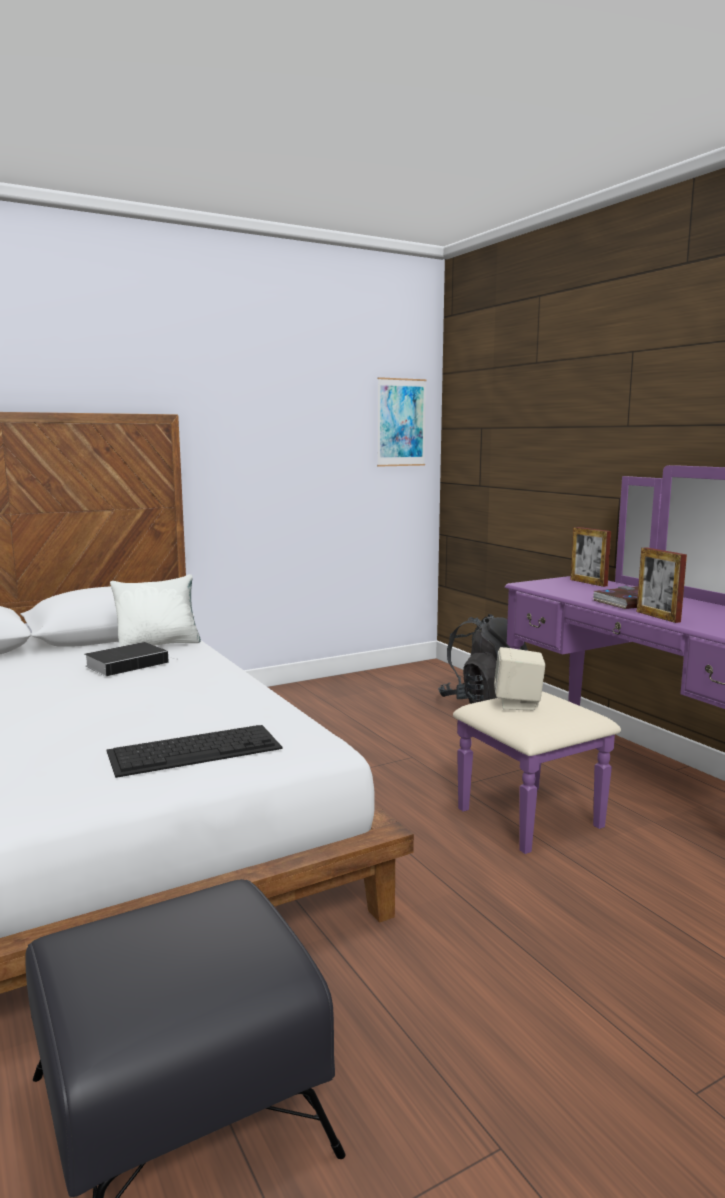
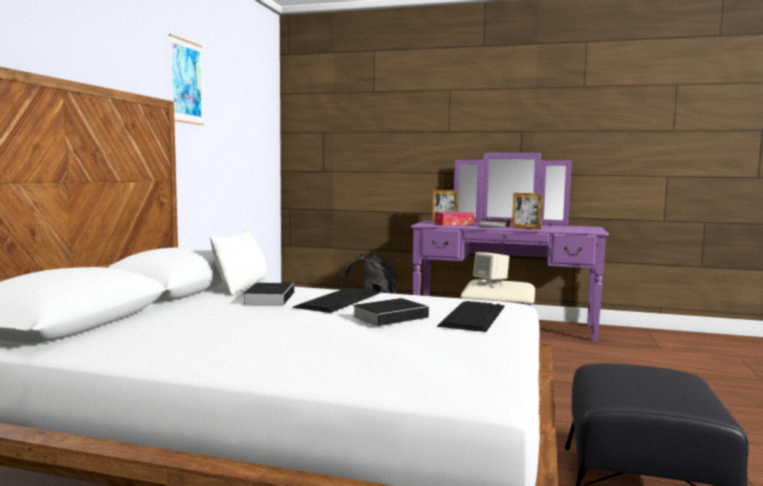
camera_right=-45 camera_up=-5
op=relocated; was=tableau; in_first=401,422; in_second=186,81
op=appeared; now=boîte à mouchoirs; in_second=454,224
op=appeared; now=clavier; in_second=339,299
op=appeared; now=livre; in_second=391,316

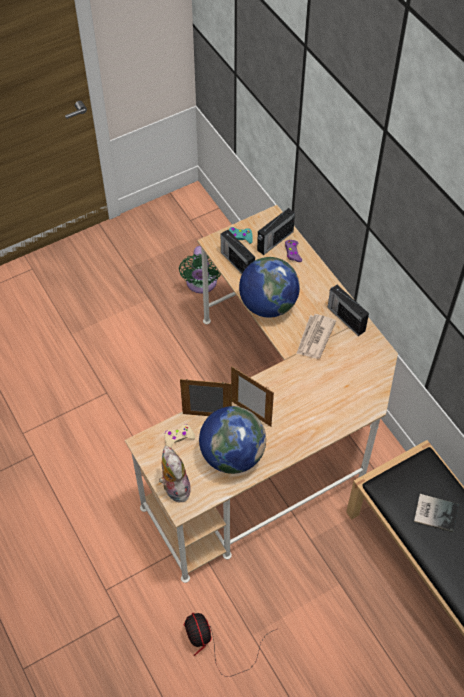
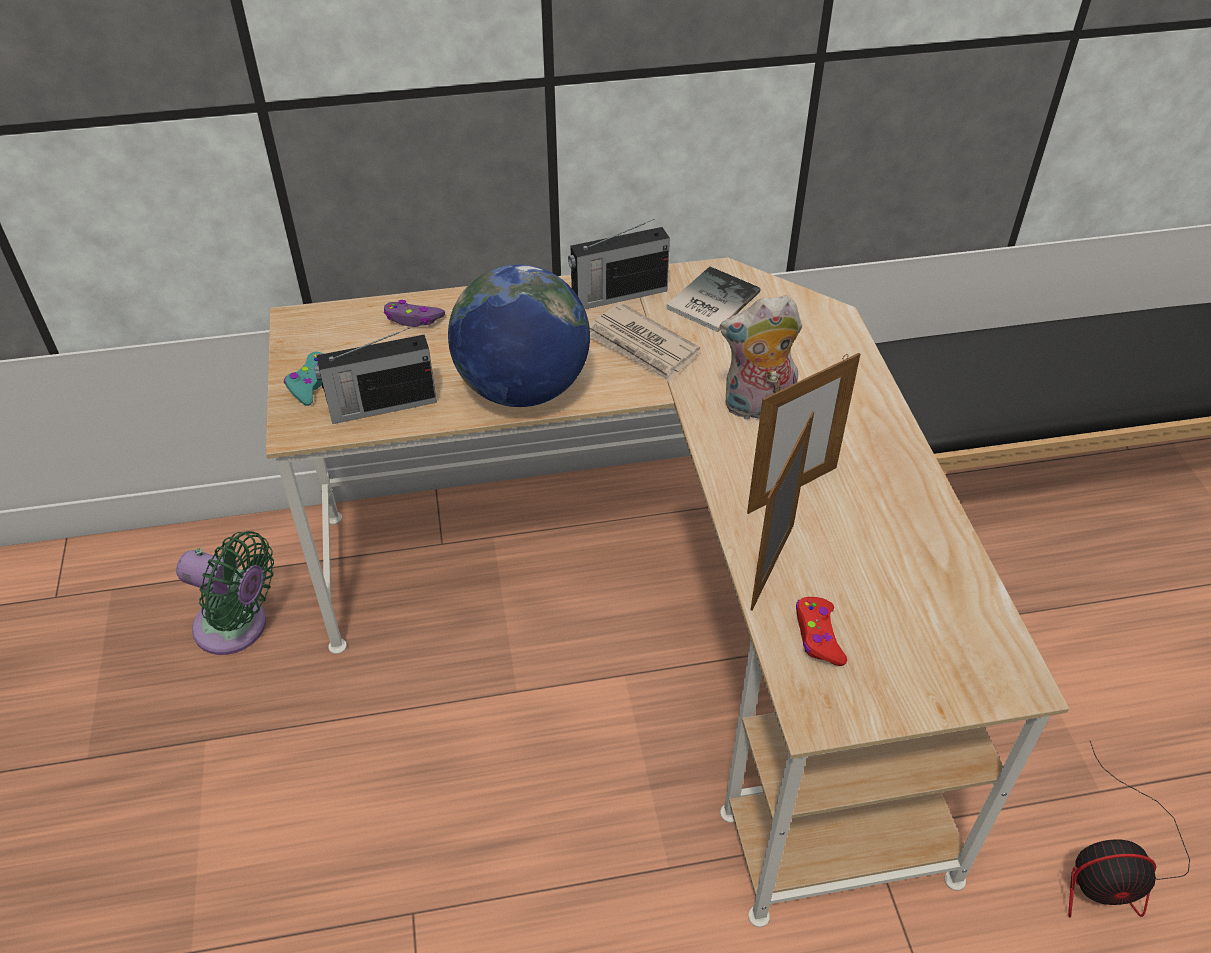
camera_right=-70 camera_up=-10
op=missing; was=radio; in_first=274,241
op=missing; was=globe; in_first=232,455
op=colour; was=manette/beige; now=manette/rouge; in_first=178,437; in_second=818,636
op=relocated; was=peluche; in_first=174,487; in_second=757,409
op=relocated; was=livre; in_first=434,511; in_second=709,300

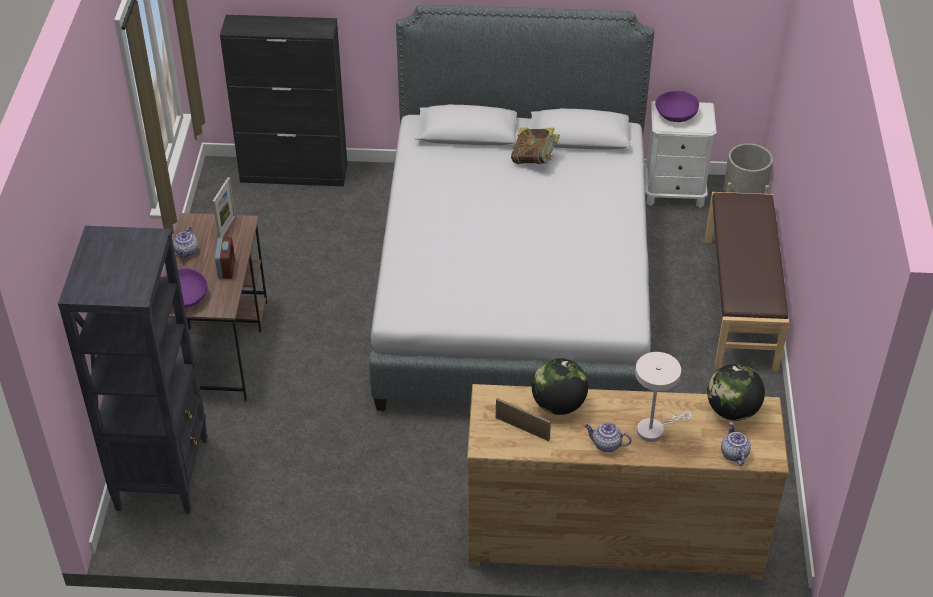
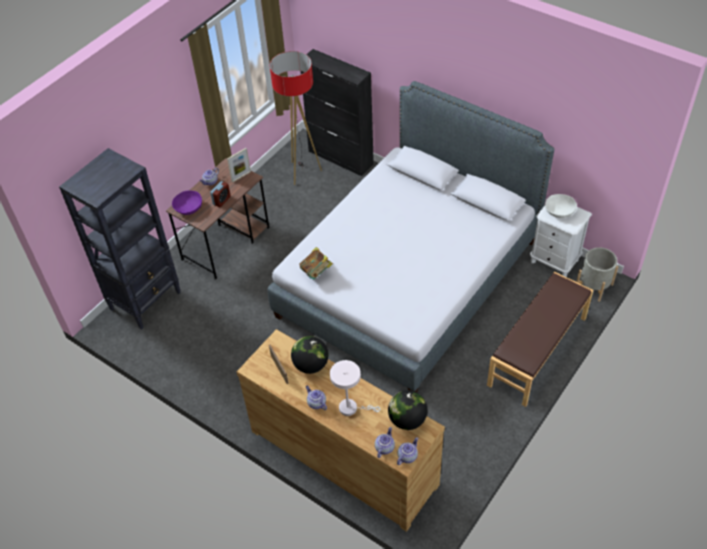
camera_right=35 camera_up=5
op=colour; was=bol/violet; now=bol/blanc; in_first=676,114; in_second=559,211
op=relocated; was=livre; in_first=534,160; in_second=316,272
op=appeared; now=lampadaire; in_second=302,172
op=appeared; now=théière; in_second=407,456

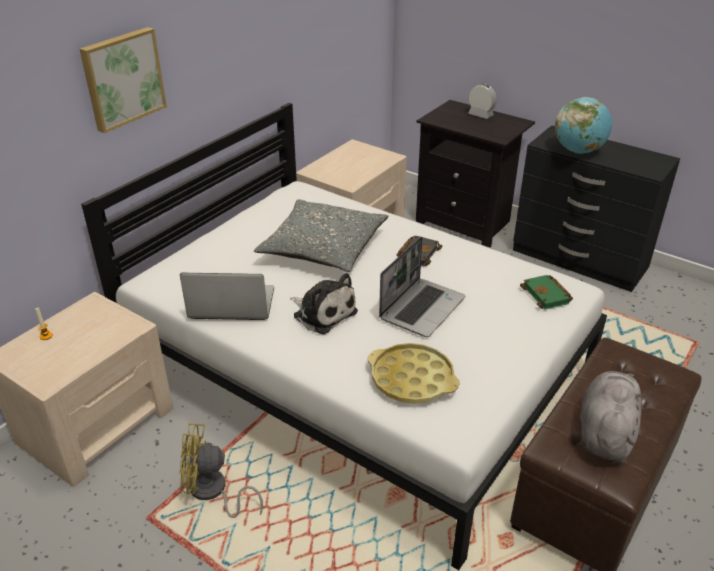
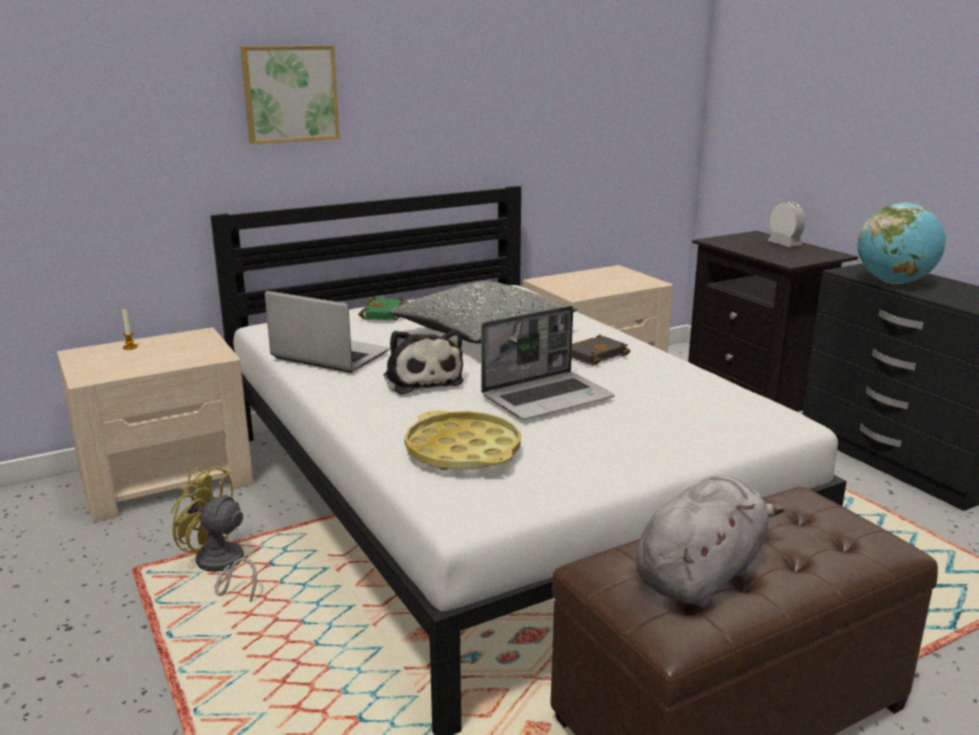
camera_right=25 camera_up=-15
op=relocated; was=livre/vert; in_first=547,295; in_second=386,314

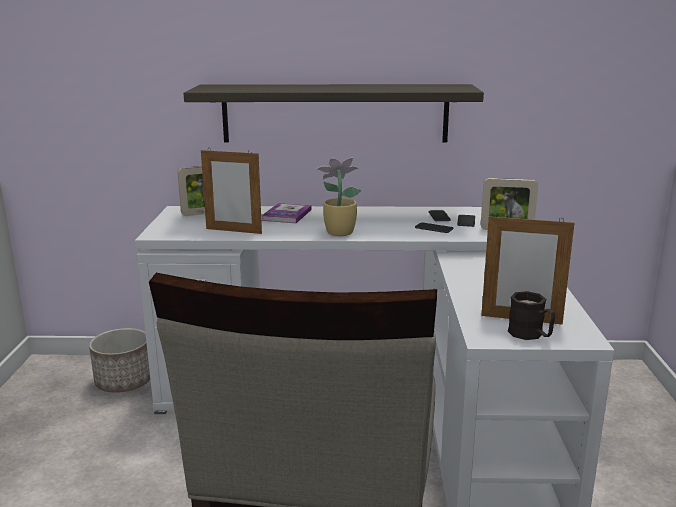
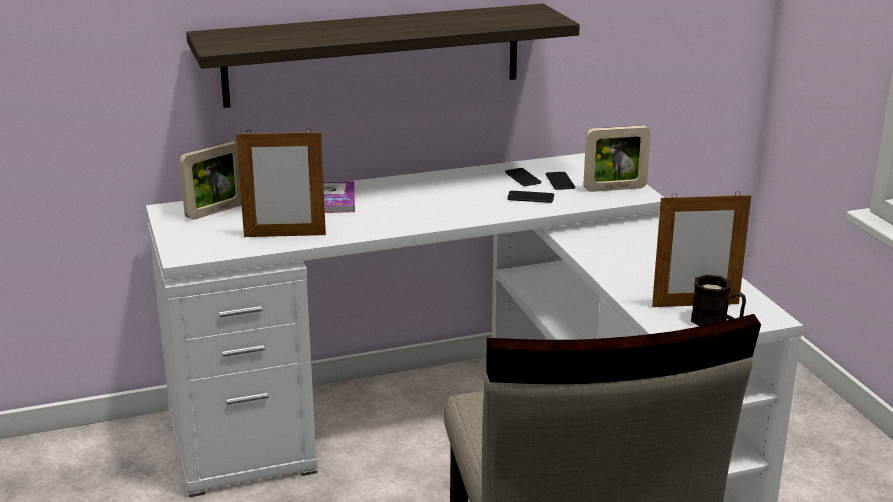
camera_right=-20 camera_up=5
op=missing; was=plante en pot; in_first=338,232
op=missing; was=cache-pot; in_first=124,381

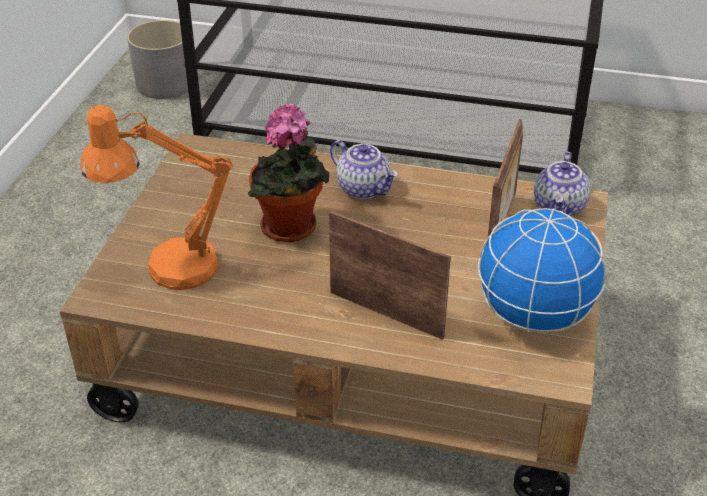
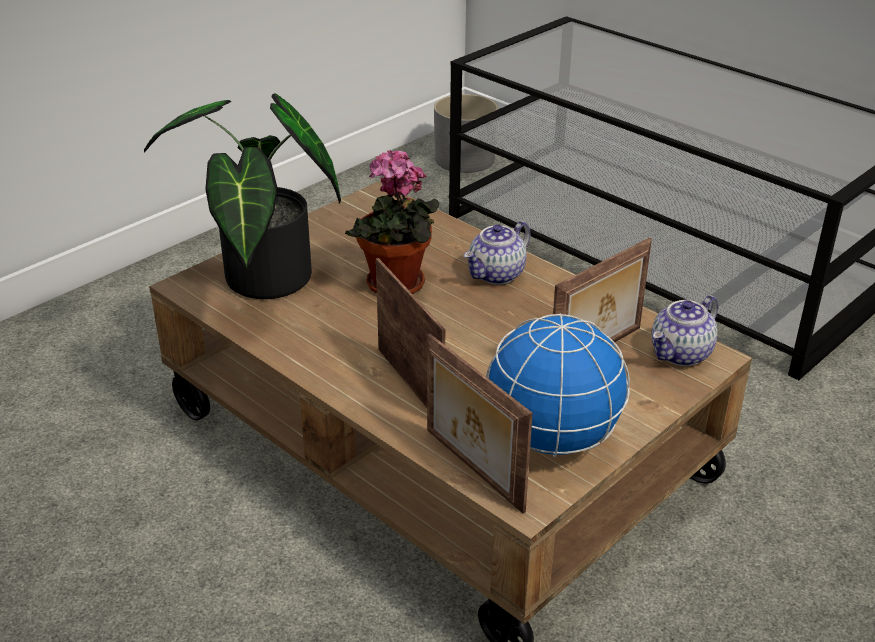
camera_right=30 camera_up=-5
op=exchanged; was=lampe de table/orange; now=plante en pot; in_first=167,268; in_second=261,283
op=spun; was=théière; in_first=364,188; in_second=497,275; clockwise=60
op=appeared; now=cadre photo; in_second=471,470

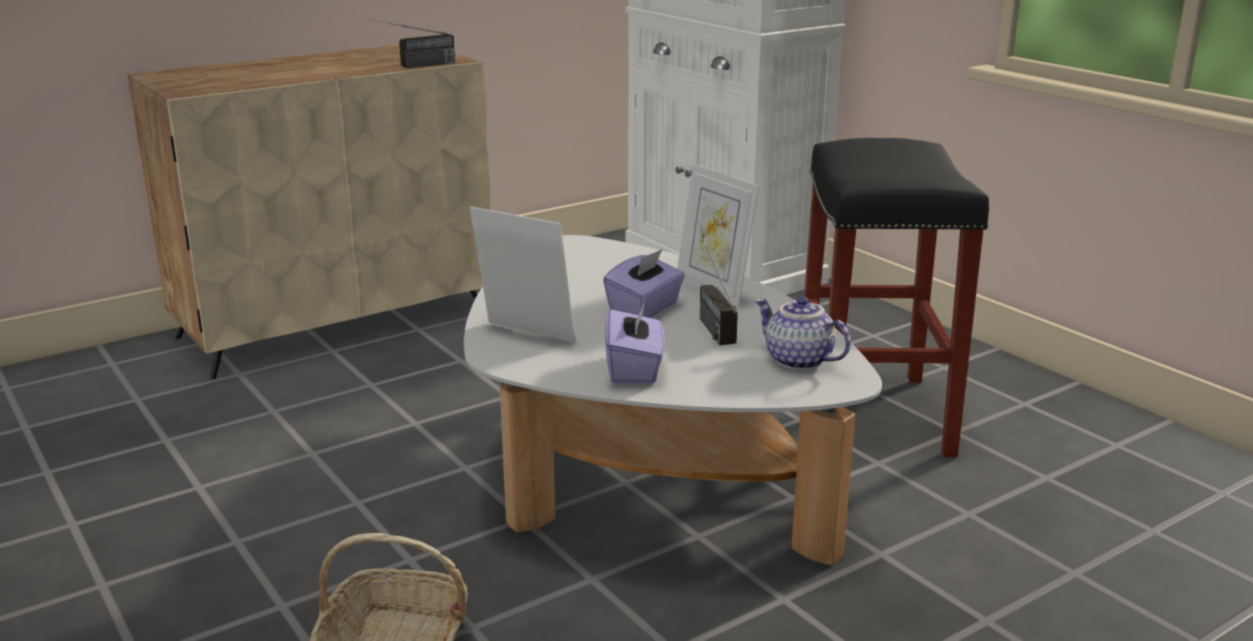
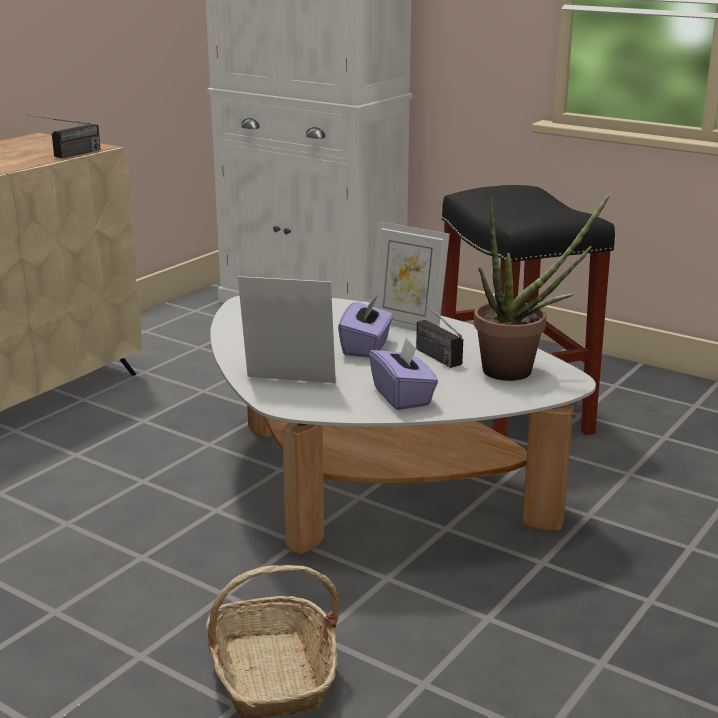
camera_right=-20 camera_up=0
op=exchanged; was=théière; now=plante en pot; in_first=797,361; in_second=519,371

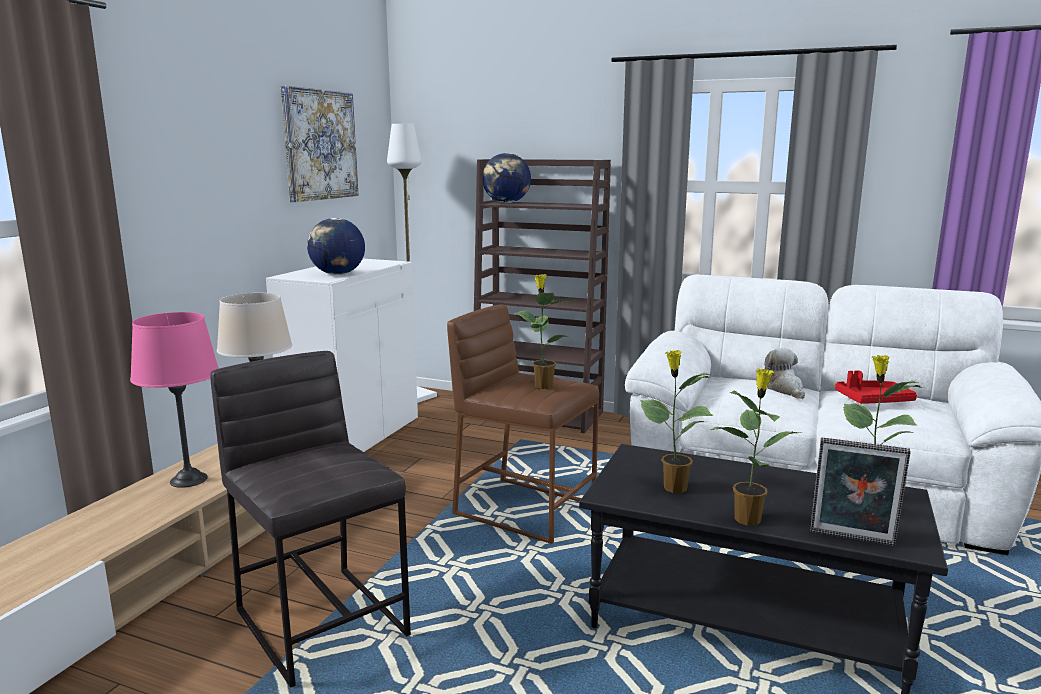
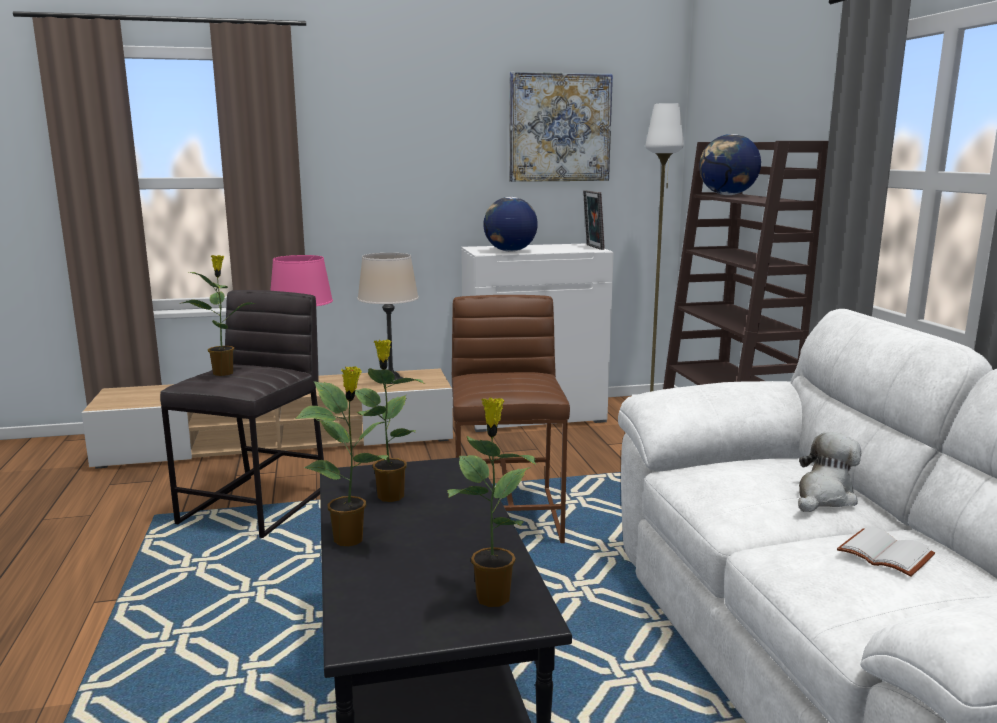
camera_right=55 camera_up=0
op=relocated; was=plante en pot; in_first=543,385; in_second=224,372
op=exchanged; was=plateau/rouge; now=livre/blanc; in_first=873,400; in_second=887,554
op=relocated; was=cadre photo; in_first=852,539; in_second=592,247

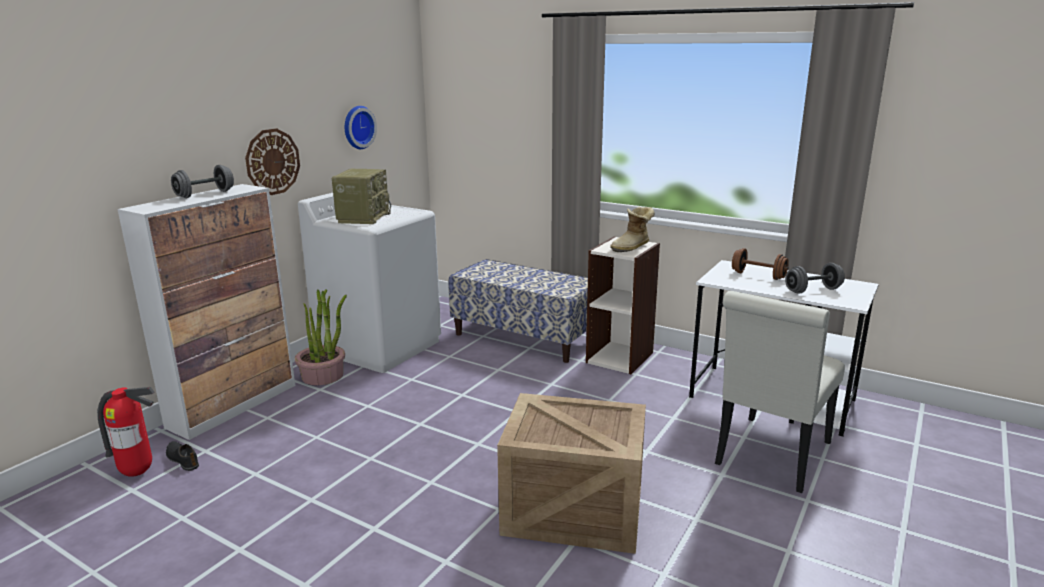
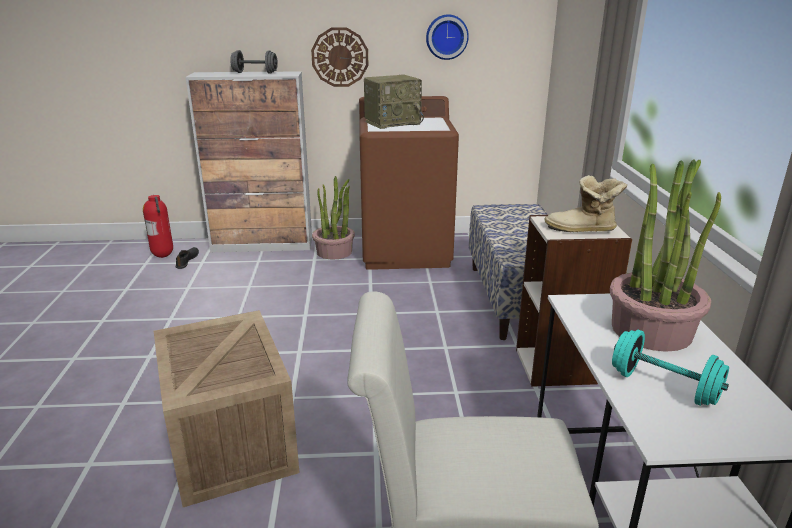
camera_right=55 camera_up=5
op=colour; was=lave-linge/blanc; now=lave-linge/marron; in_first=380,346; in_second=406,251
op=exchanged; was=haltère/marron; now=plante en pot; in_first=758,276; in_second=651,330
op=colour; was=haltère/gris; now=haltère/turquoise; in_first=812,290; in_second=663,387

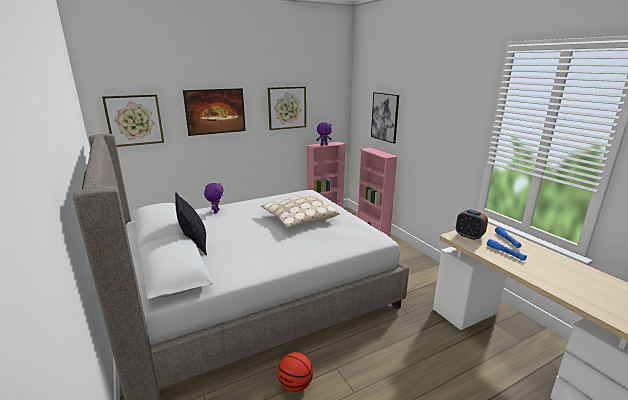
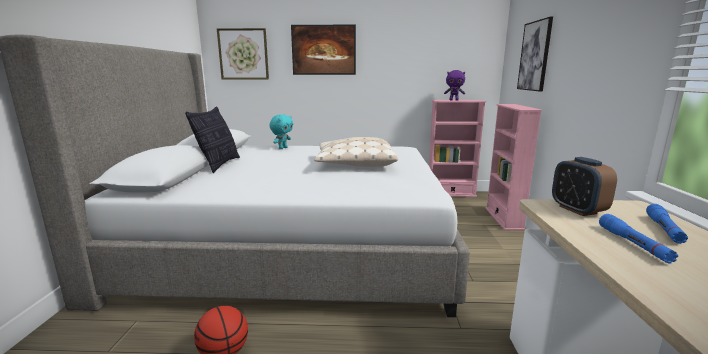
camera_right=30 camera_up=-5
op=missing; was=tableau; in_first=287,108
op=colour; was=peluche/violet; now=peluche/turquoise; in_first=216,211; in_second=282,148

